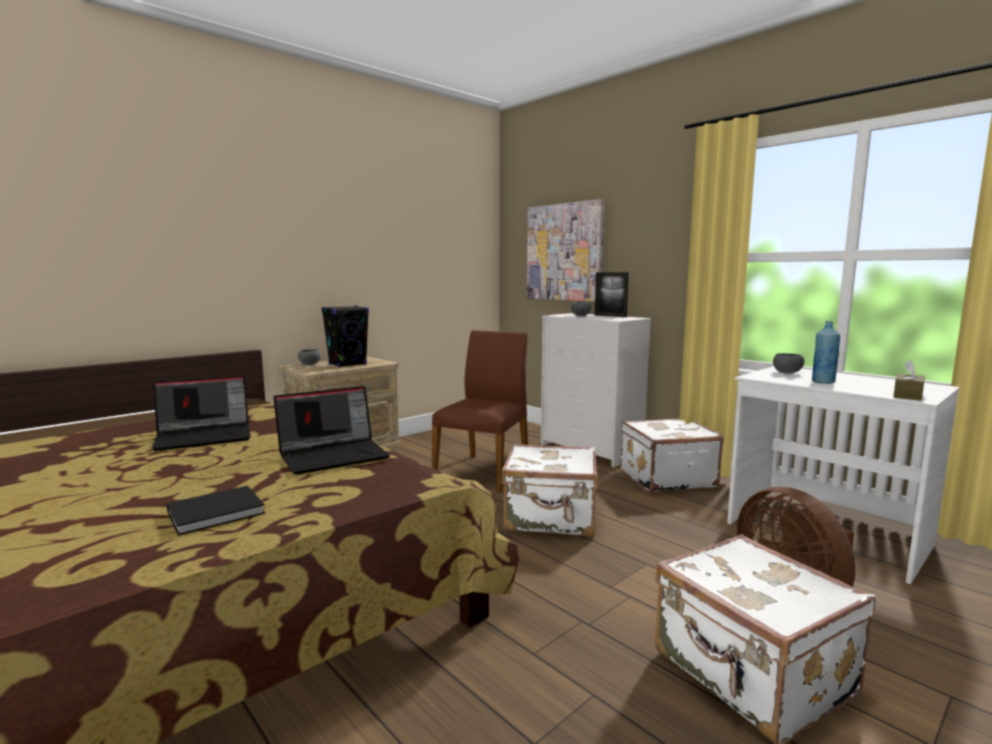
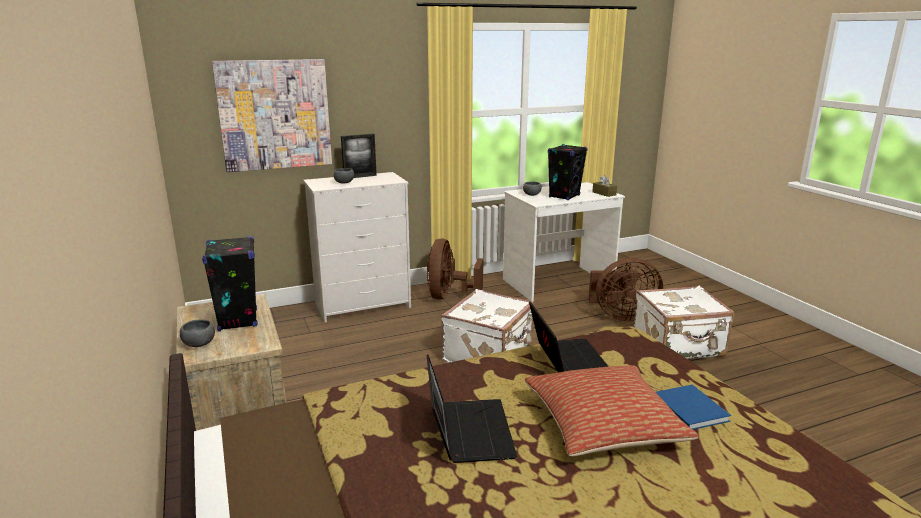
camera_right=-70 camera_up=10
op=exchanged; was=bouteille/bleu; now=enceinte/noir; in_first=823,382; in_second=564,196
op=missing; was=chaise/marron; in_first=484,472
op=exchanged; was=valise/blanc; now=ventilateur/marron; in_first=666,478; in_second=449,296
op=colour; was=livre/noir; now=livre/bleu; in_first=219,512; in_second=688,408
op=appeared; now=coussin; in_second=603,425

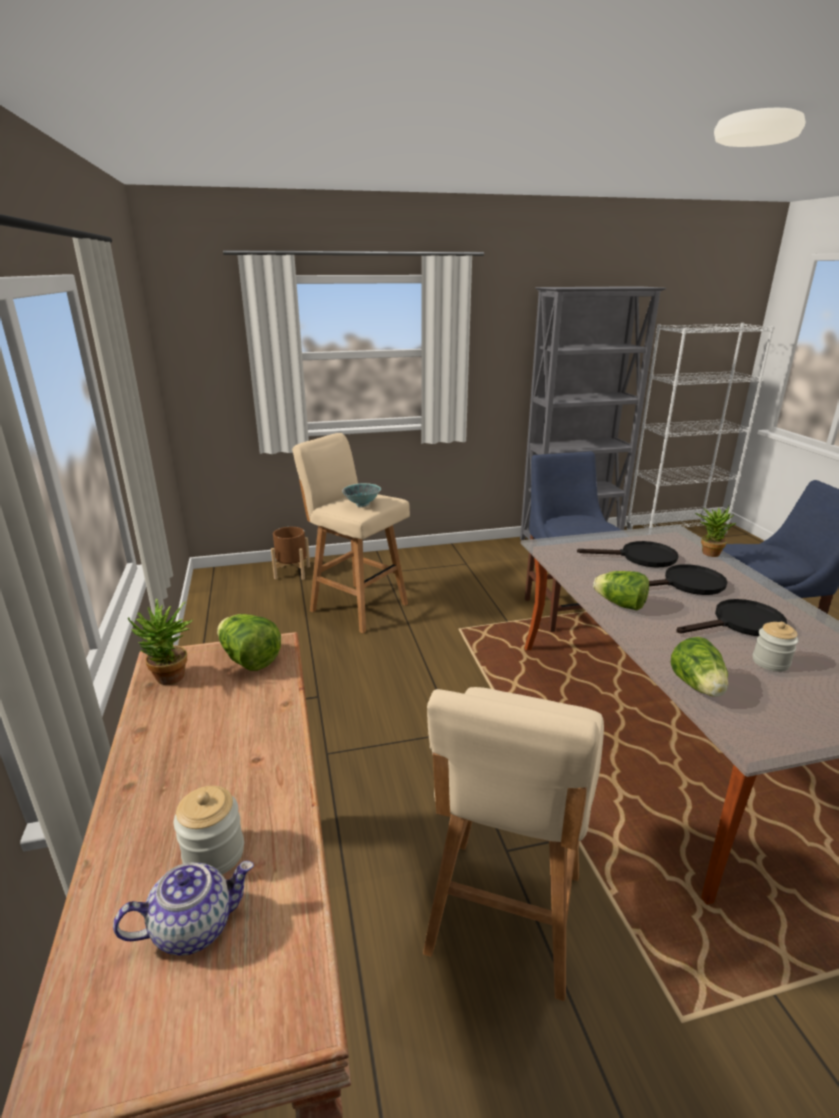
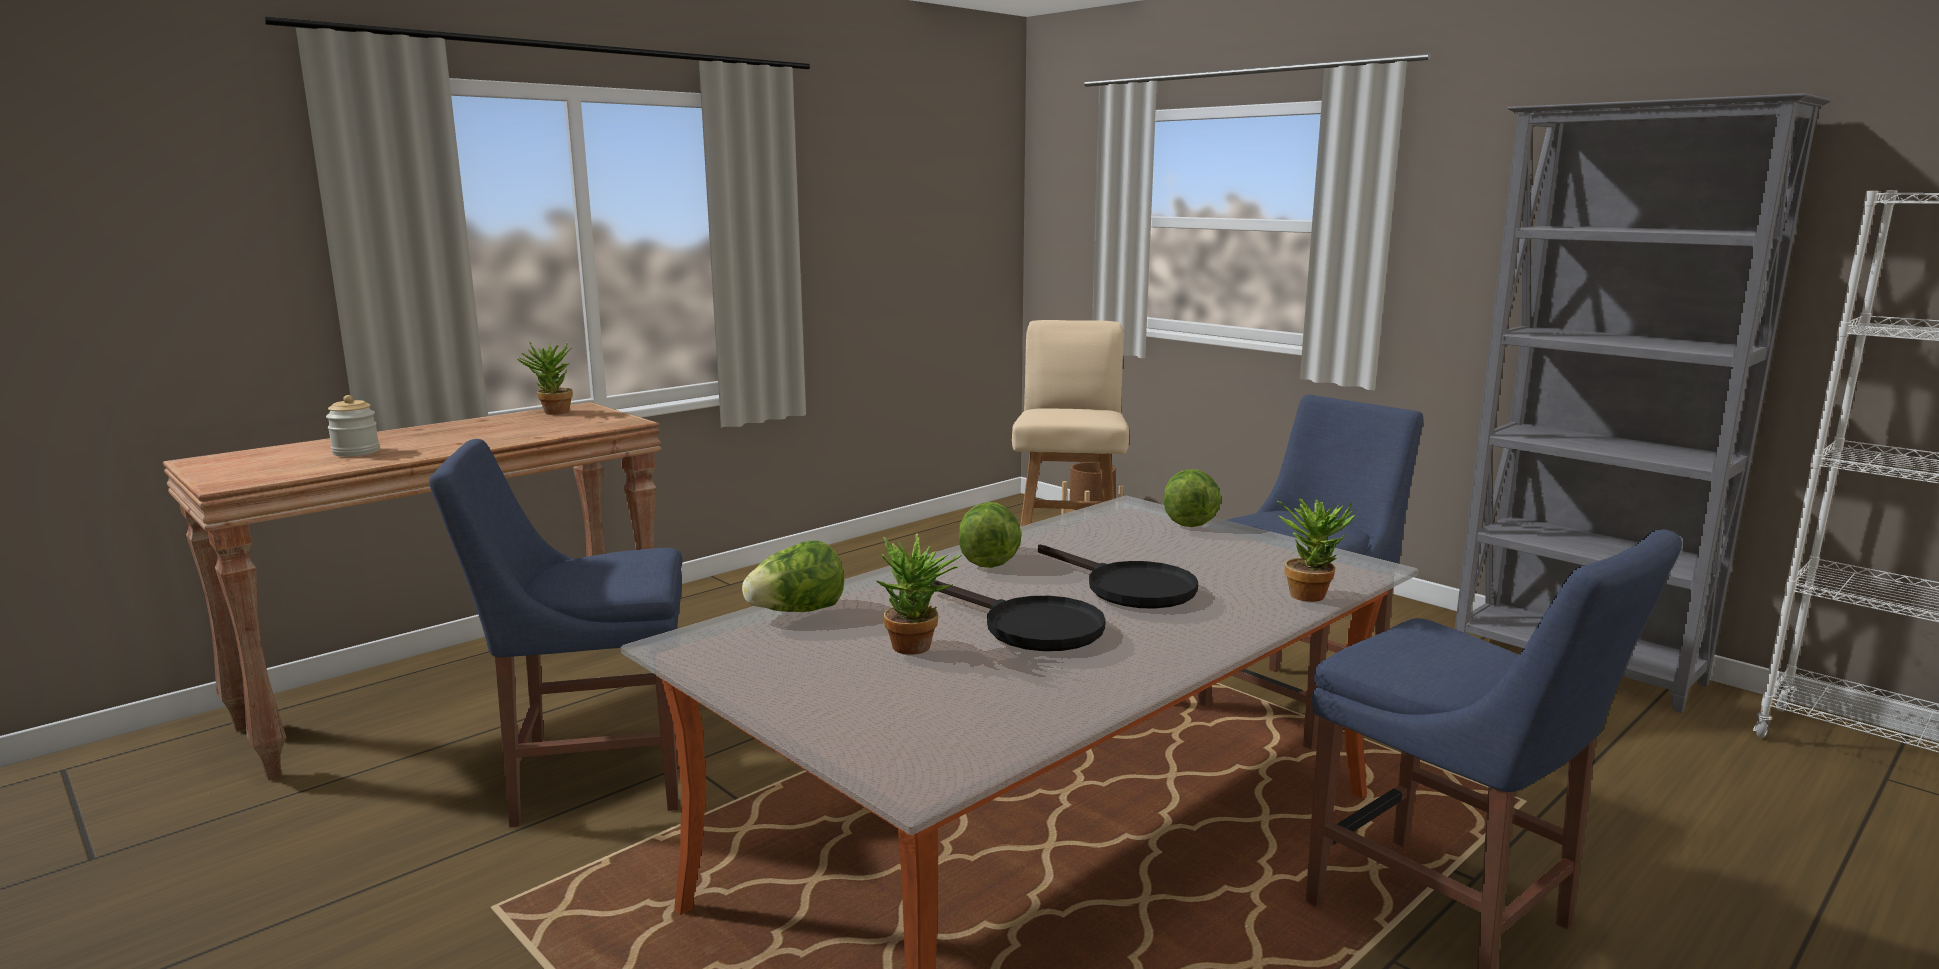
camera_right=60 camera_up=-10
op=missing; was=bol; in_first=362,505
op=missing; was=poêle/noir; in_first=640,557
op=relocated; was=laitue; in_first=249,660; in_second=1189,520
op=exchanged; was=bocal; now=plante en pot; in_first=770,662; in_second=918,649
op=exchanged; was=tabouret/beige; now=chaise/bleu; in_first=503,916; in_second=591,780
op=missing; was=théière; in_first=194,926

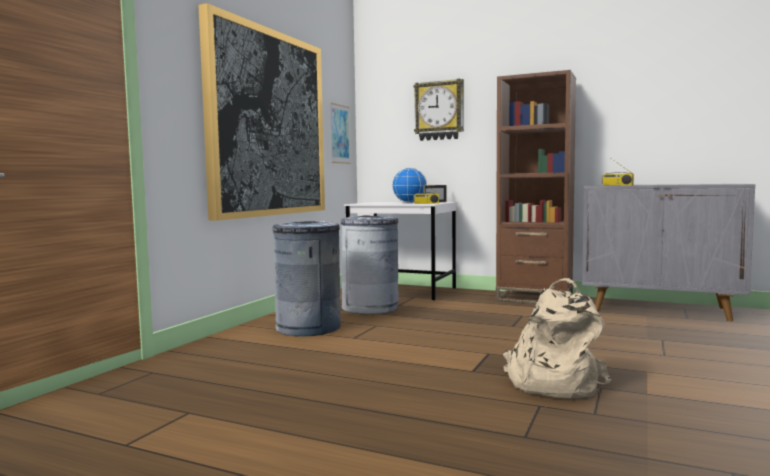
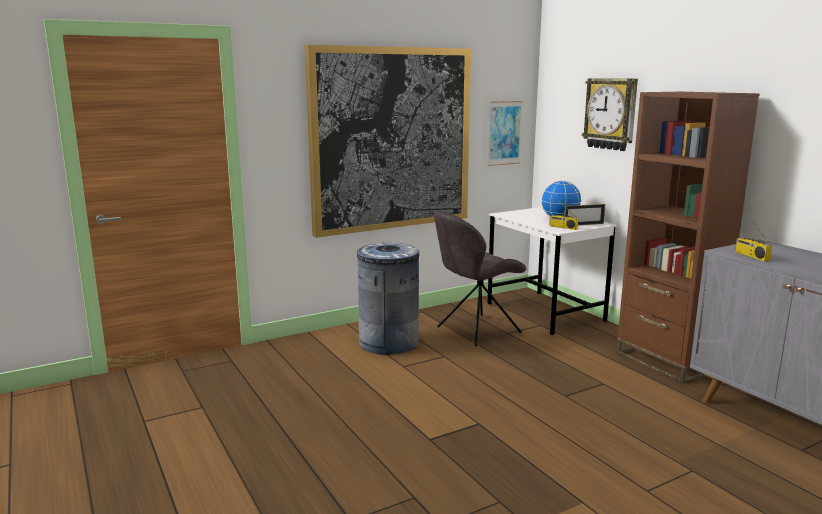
camera_right=35 camera_up=10
op=exchanged; was=poubelle/gris; now=chaise/gris; in_first=370,308; in_second=476,330
op=missing; was=sac à dos/beige; in_first=551,383

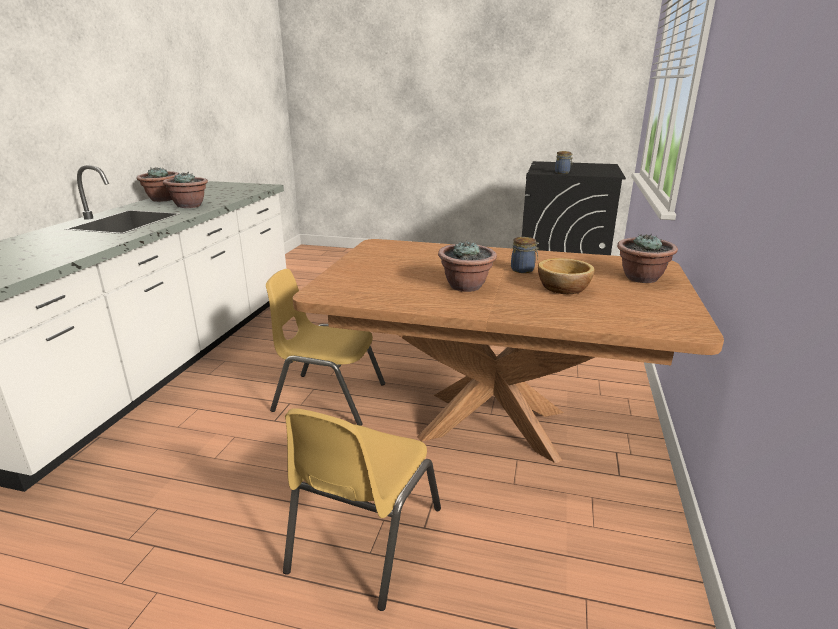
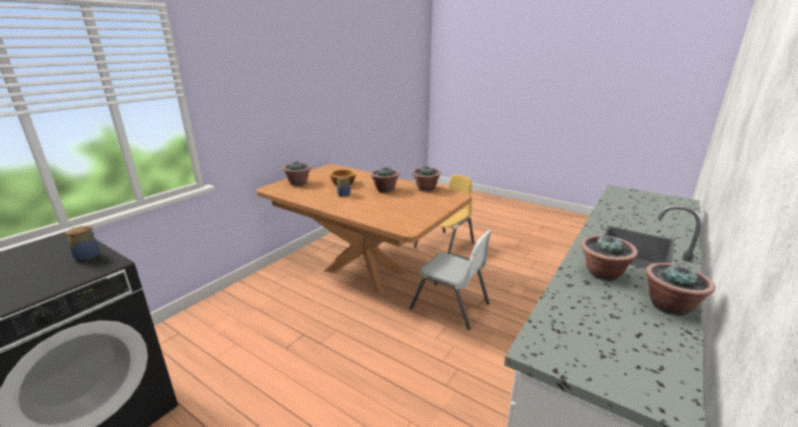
camera_right=-160 camera_up=0
op=colour; was=chaise/jaune; now=chaise/blanc; in_first=329,397; in_second=450,306
op=appeared; now=plante en pot; in_second=426,188

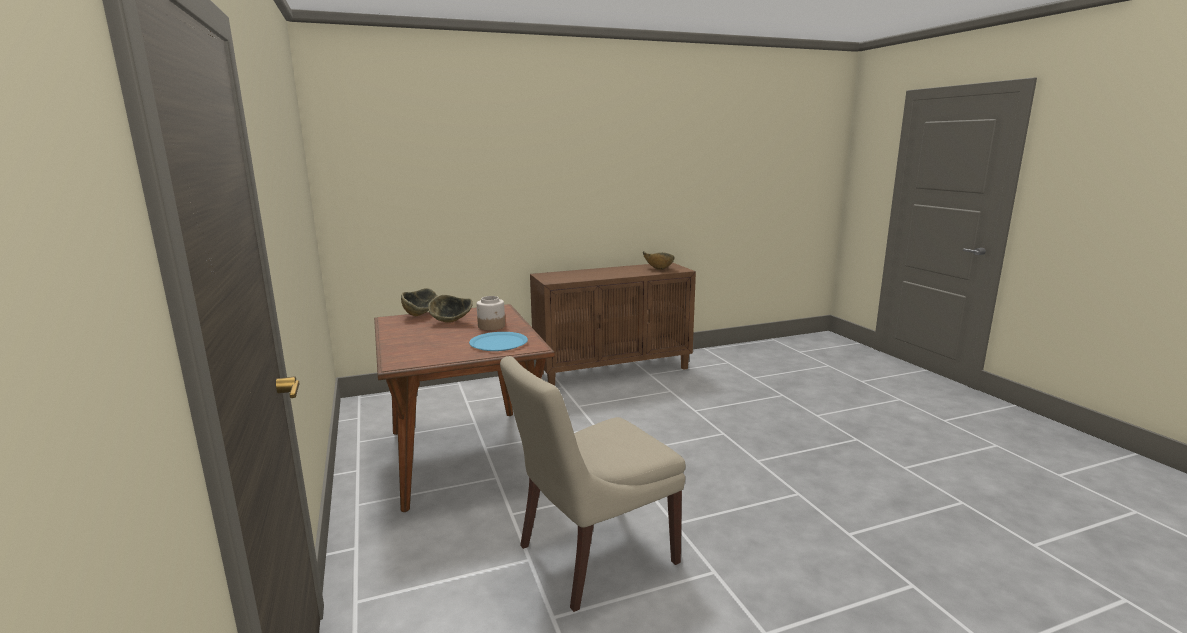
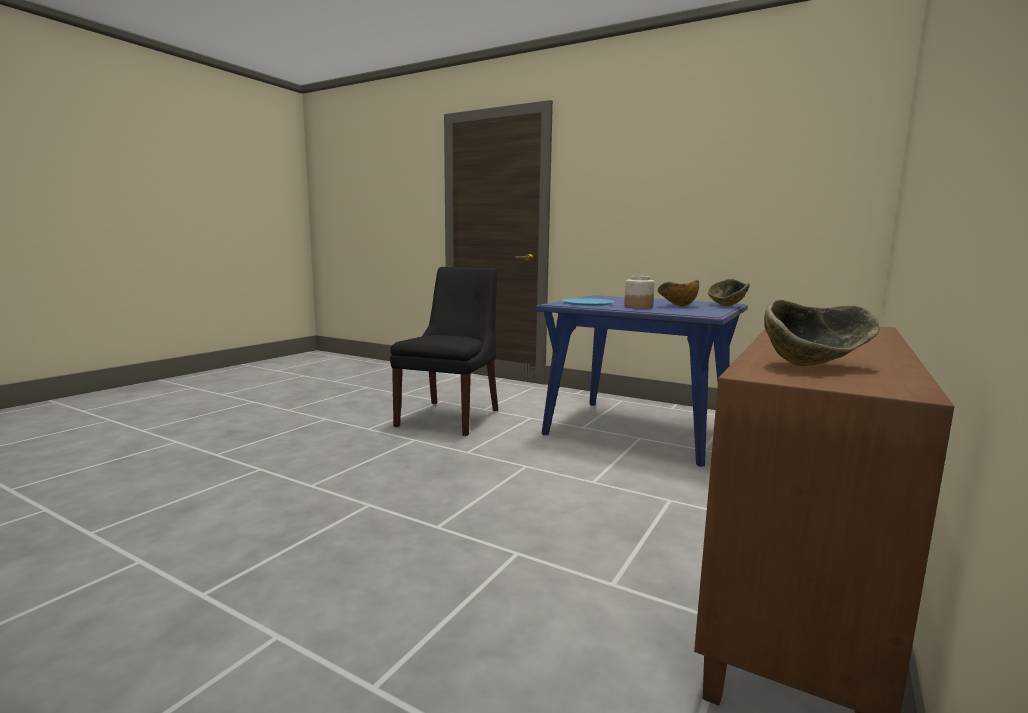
camera_right=140 camera_up=-5
op=colour; was=table à manger/marron; now=table à manger/bleu; in_first=465,455; in_second=638,430
op=colour; was=chaise/beige; now=chaise/noir; in_first=593,556; in_second=450,417

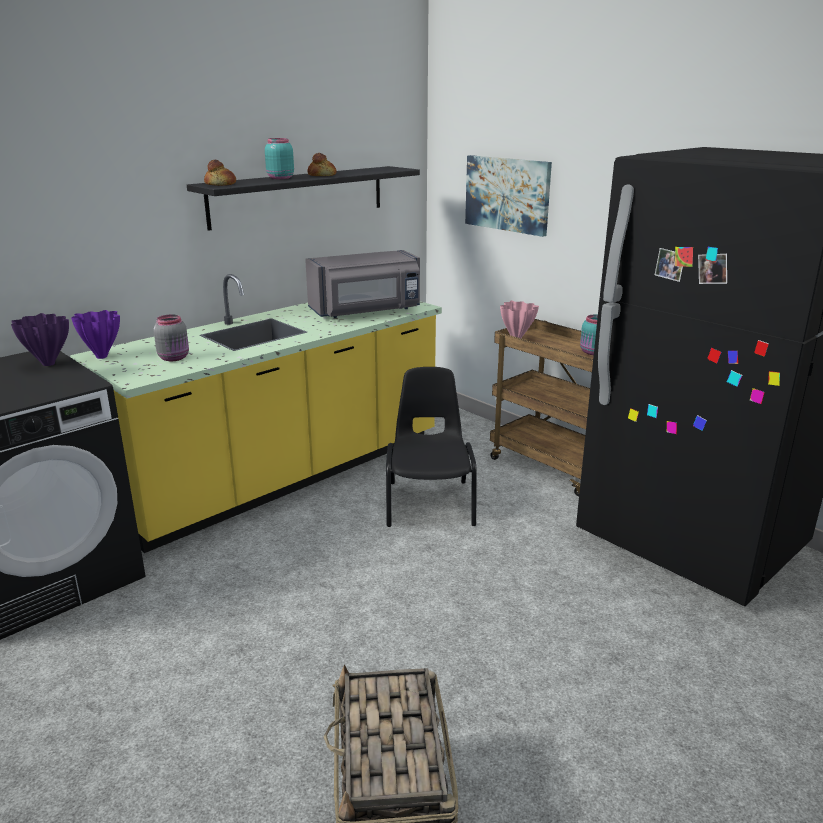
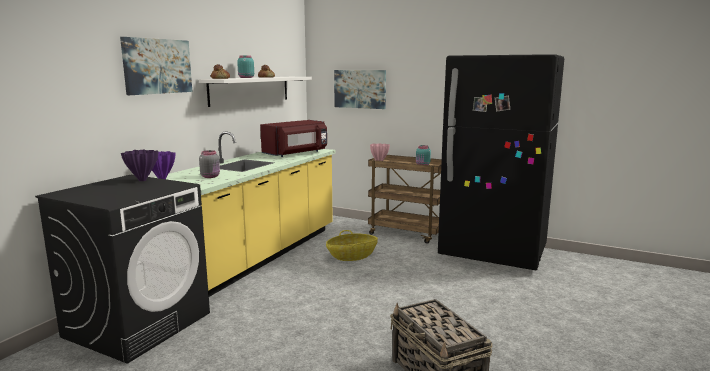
camera_right=-20 camera_up=-10
op=colour; was=étagère/noir; now=étagère/blanc; in_first=299,196; in_second=250,90
op=colour; was=micro-ondes/gris; now=micro-ondes/rouge; in_first=366,311; in_second=296,153
op=exchanged; was=chaise/noir; now=panier; in_first=430,502; in_second=352,256
op=appeared; now=tableau; in_second=157,66

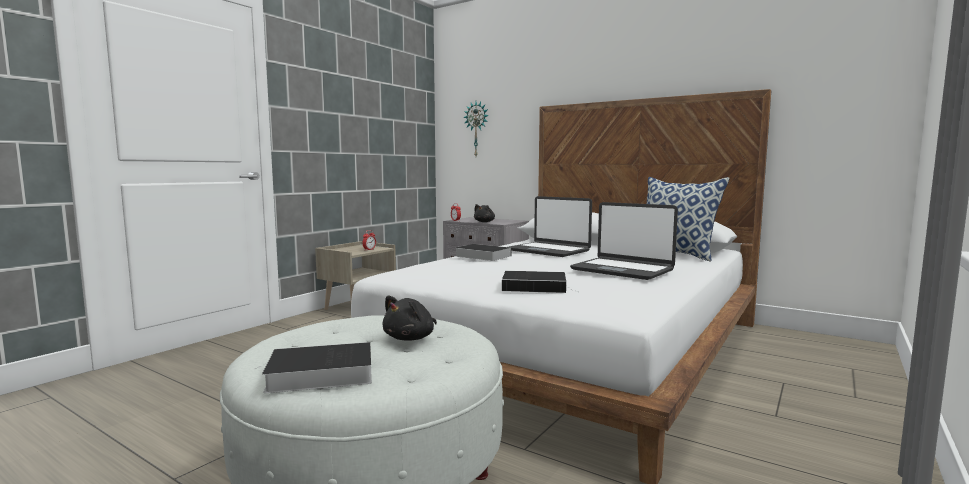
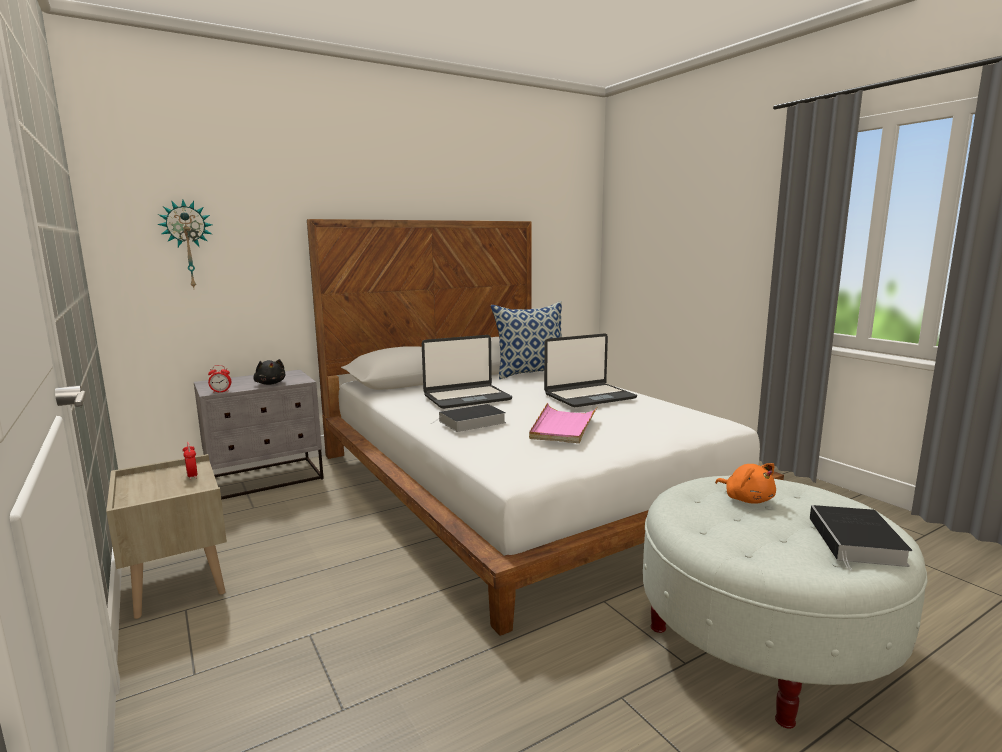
camera_right=-65 camera_up=5
op=missing; was=livre; in_first=536,286
op=colour; was=peluche/noir; now=peluche/orange; in_first=411,338; in_second=747,499
op=appeared; now=plateau/rose; in_second=563,426

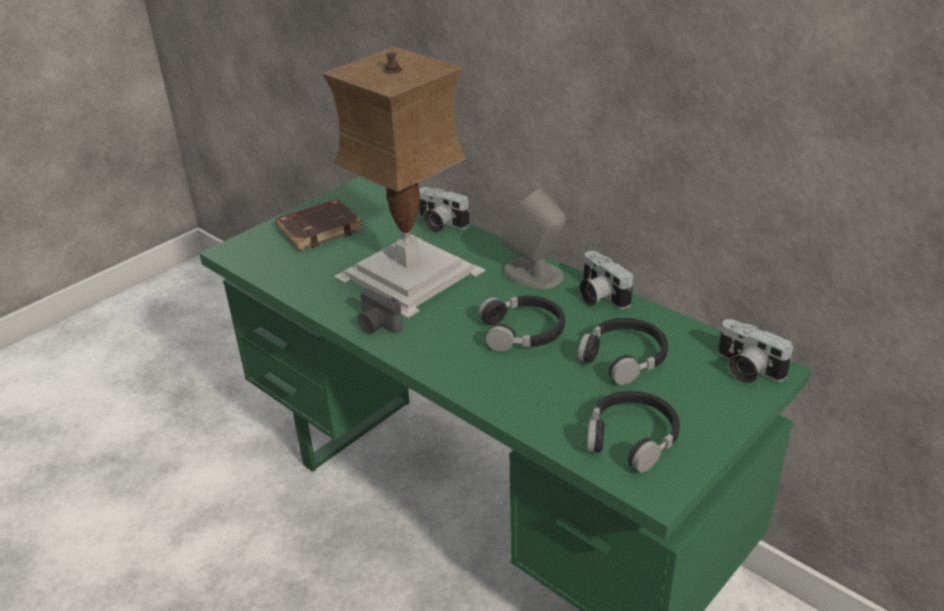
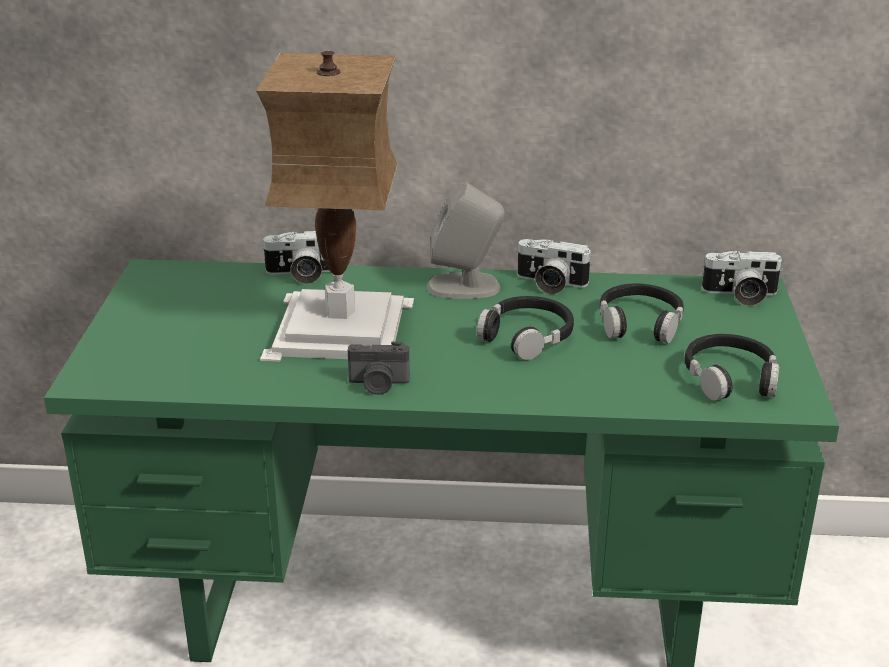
camera_right=-40 camera_up=-5
op=missing; was=livre/marron; in_first=320,229

